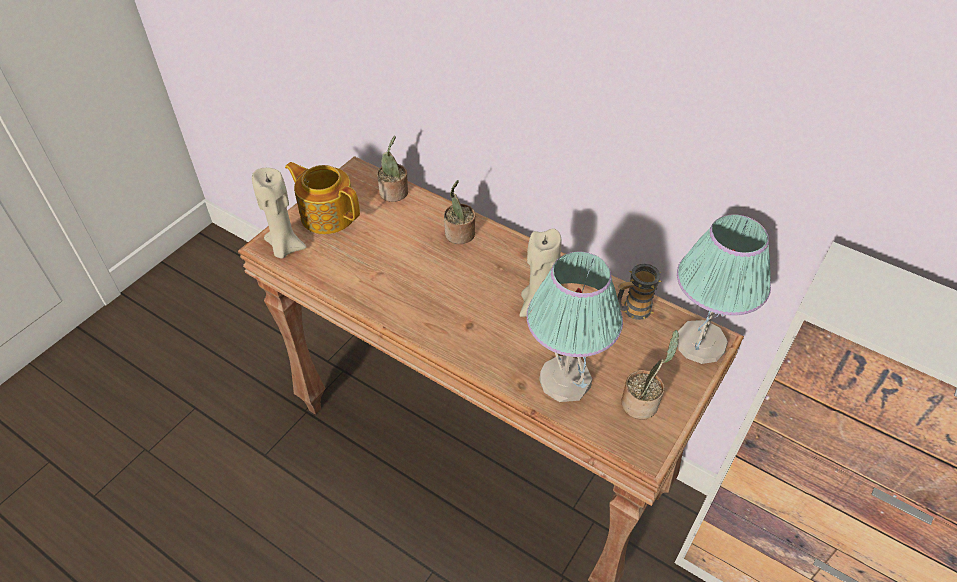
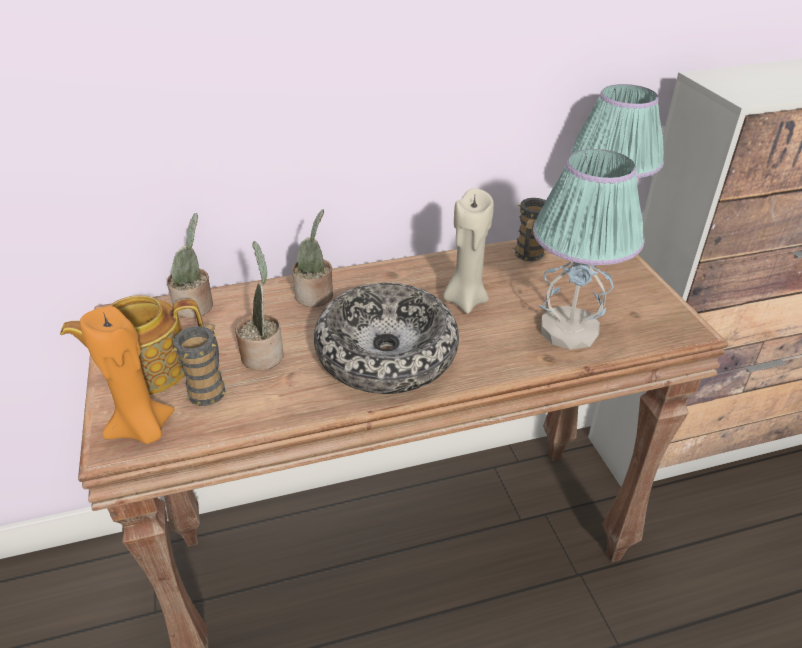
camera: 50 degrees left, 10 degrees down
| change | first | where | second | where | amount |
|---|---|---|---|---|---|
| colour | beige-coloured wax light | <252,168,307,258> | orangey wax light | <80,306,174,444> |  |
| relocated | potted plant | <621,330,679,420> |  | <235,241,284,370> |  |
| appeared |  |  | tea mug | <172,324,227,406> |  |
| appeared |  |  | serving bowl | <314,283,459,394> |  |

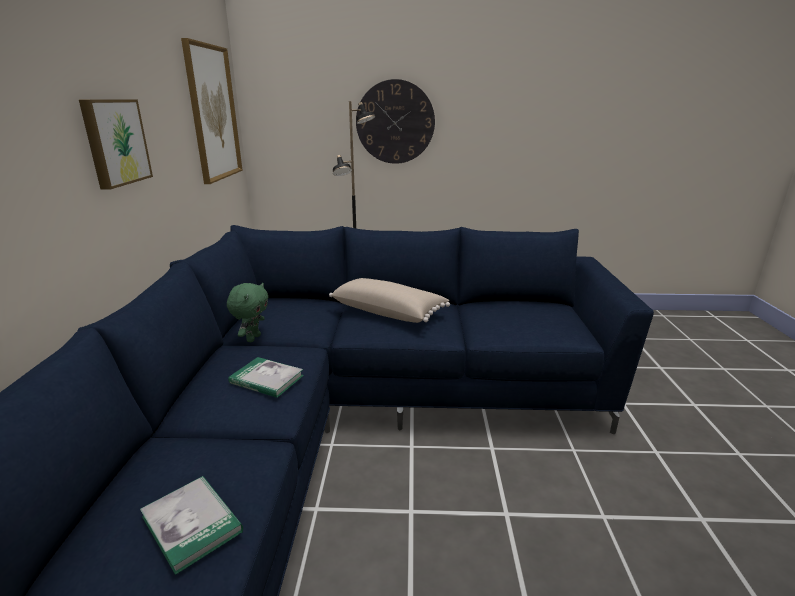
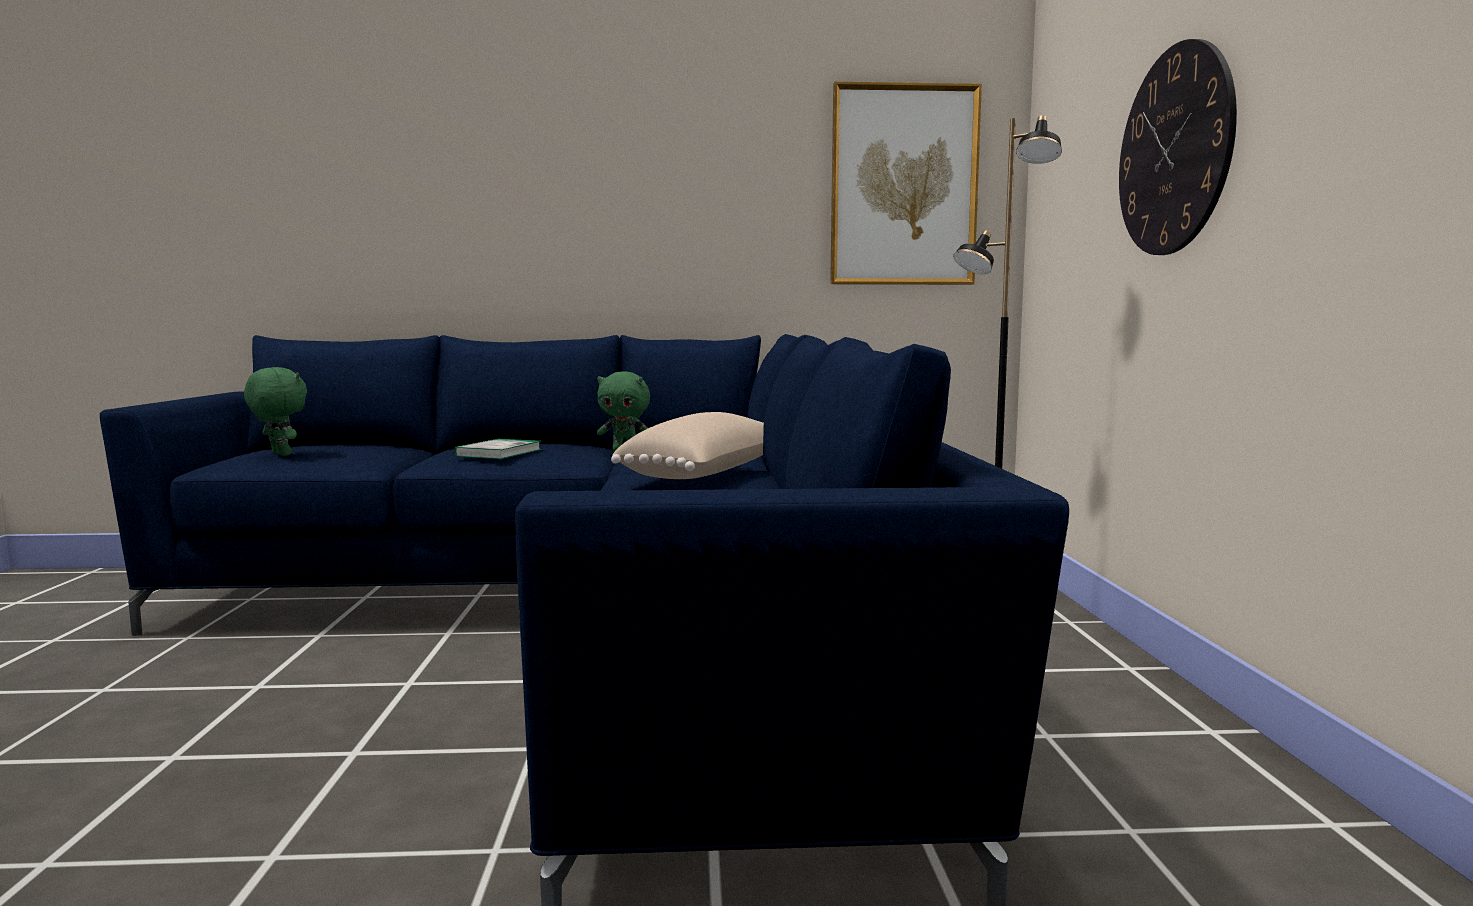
camera: 85 degrees right, 15 degrees down
| change | first | where | second | where | amount |
|---|---|---|---|---|---|
| missing | picture | <79,99,153,190> |  |  |  |
| exchanged | volume | <140,476,243,575> | green-coloured soft toy | <244,367,307,456> |  |

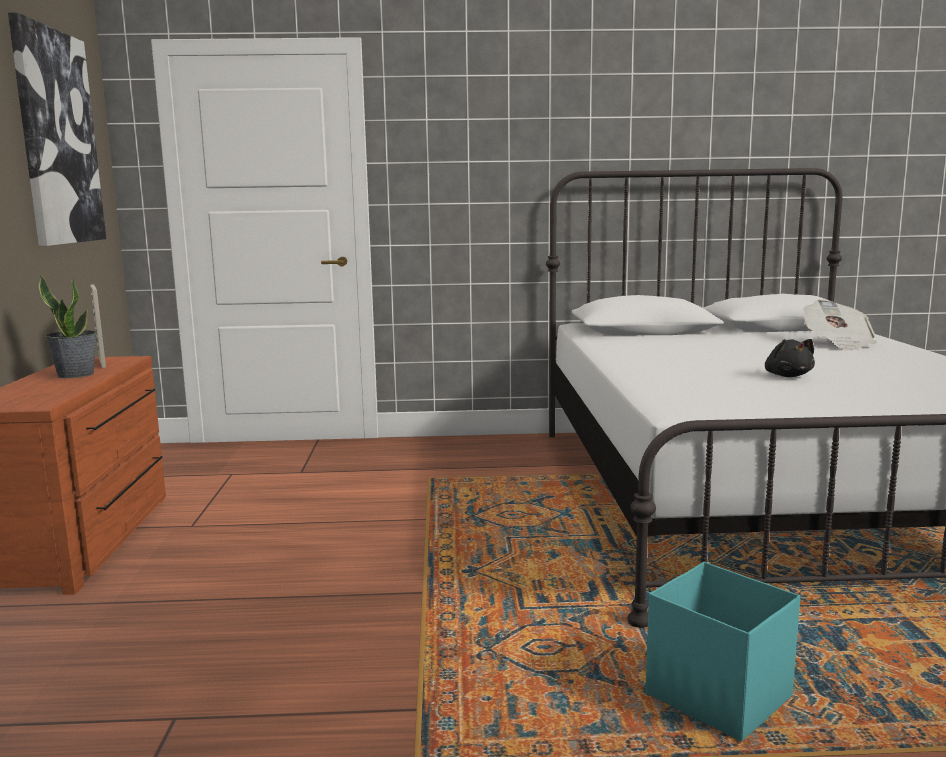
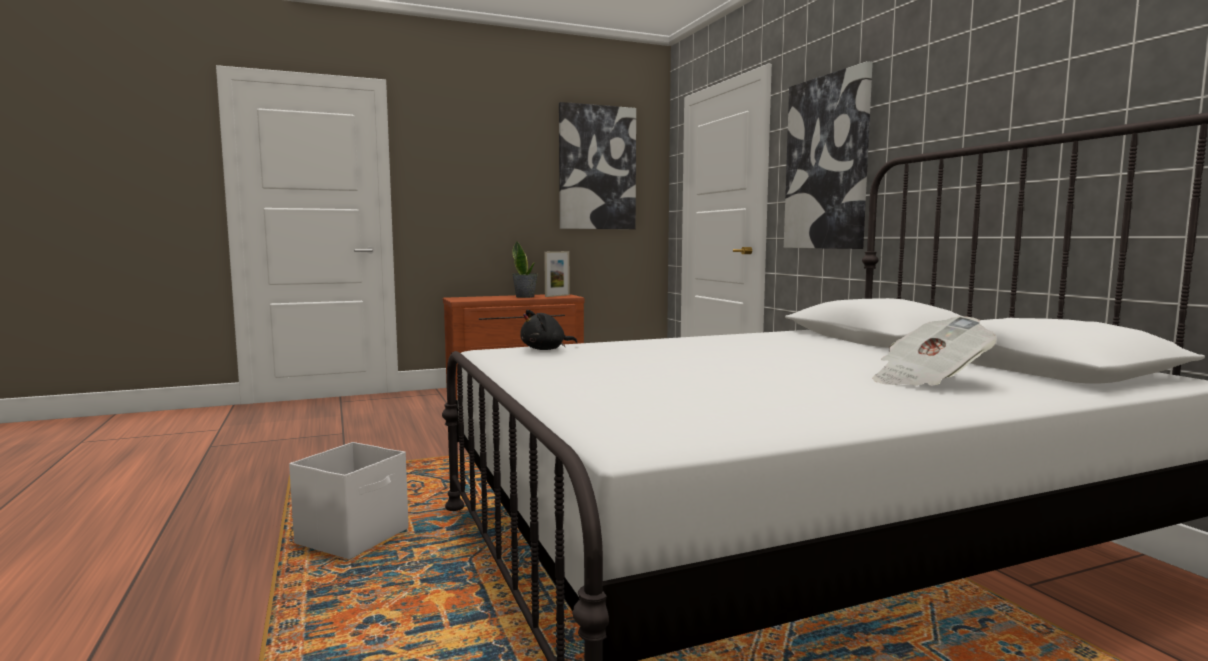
camera: 70 degrees right, 5 degrees down
| change | first | where | second | where | amount |
|---|---|---|---|---|---|
| colour | turquoise-coloured storage box | <646,562,800,741> | white storage box | <289,442,409,559> |  |
| relocated | black-coloured soft toy | <765,339,815,377> |  | <520,310,577,350> |  |
| appeared |  |  | picture | <784,61,873,249> |  |

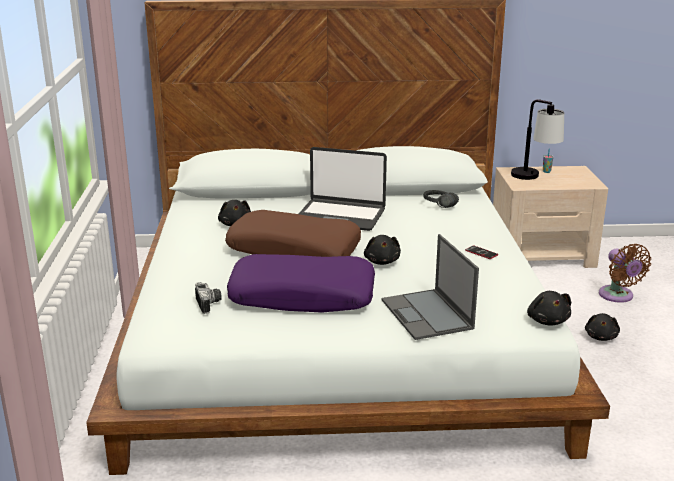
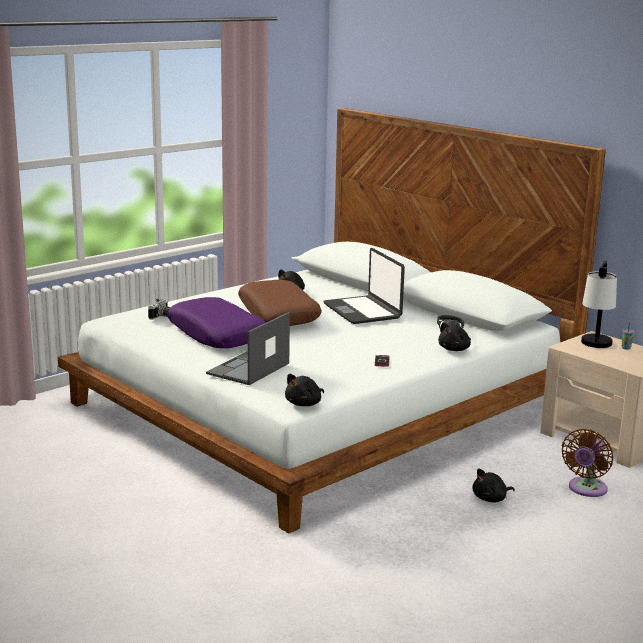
camera: 50 degrees right, 5 degrees down
| change | first | where | second | where | amount |
|---|---|---|---|---|---|
| relocated | black-coloured soft toy | <364,235,401,265> |  | <438,322,471,351> |  |

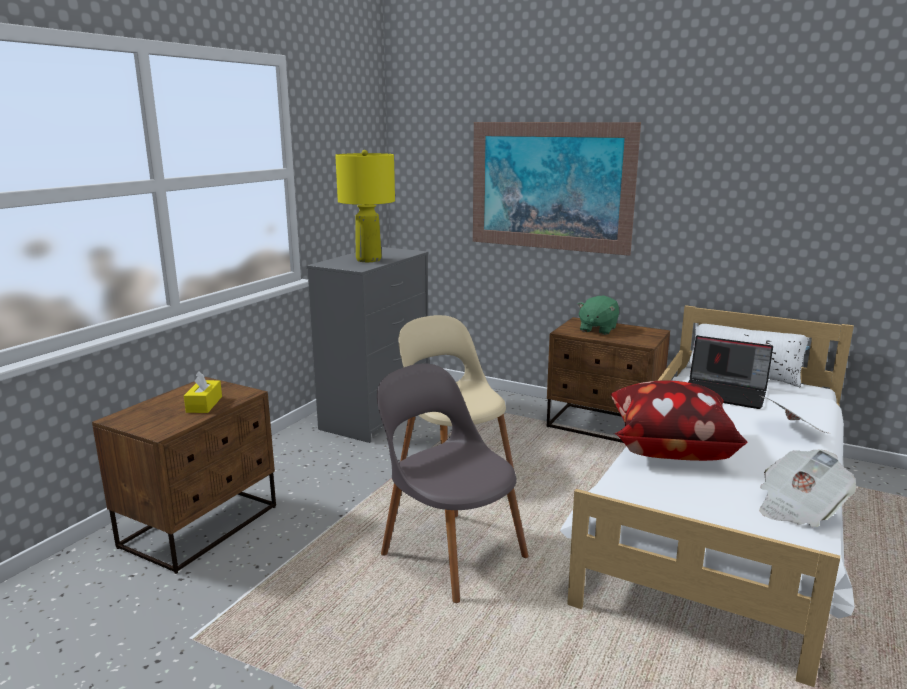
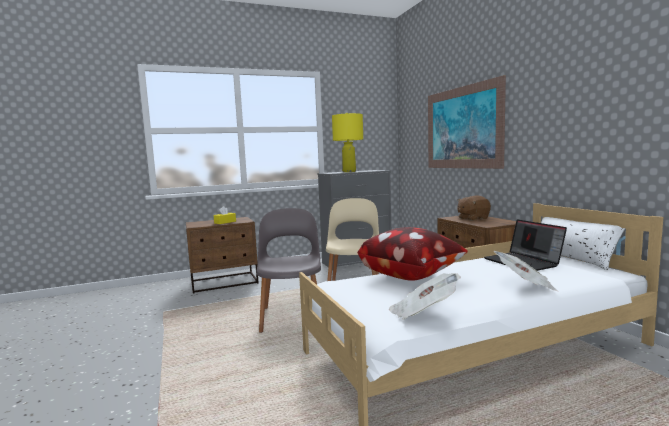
camera: 40 degrees right, 10 degrees down
| change | first | where | second | where | amount |
|---|---|---|---|---|---|
| colour | green-coloured soft toy | <577,296,619,335> | brownish soft toy | <457,196,491,221> |  |

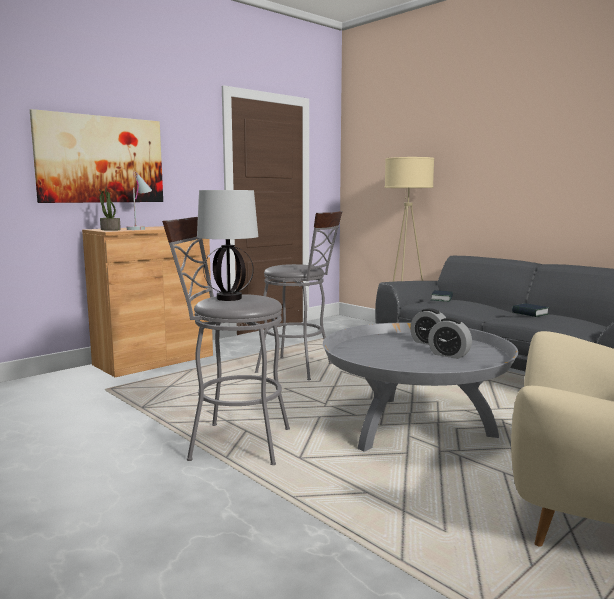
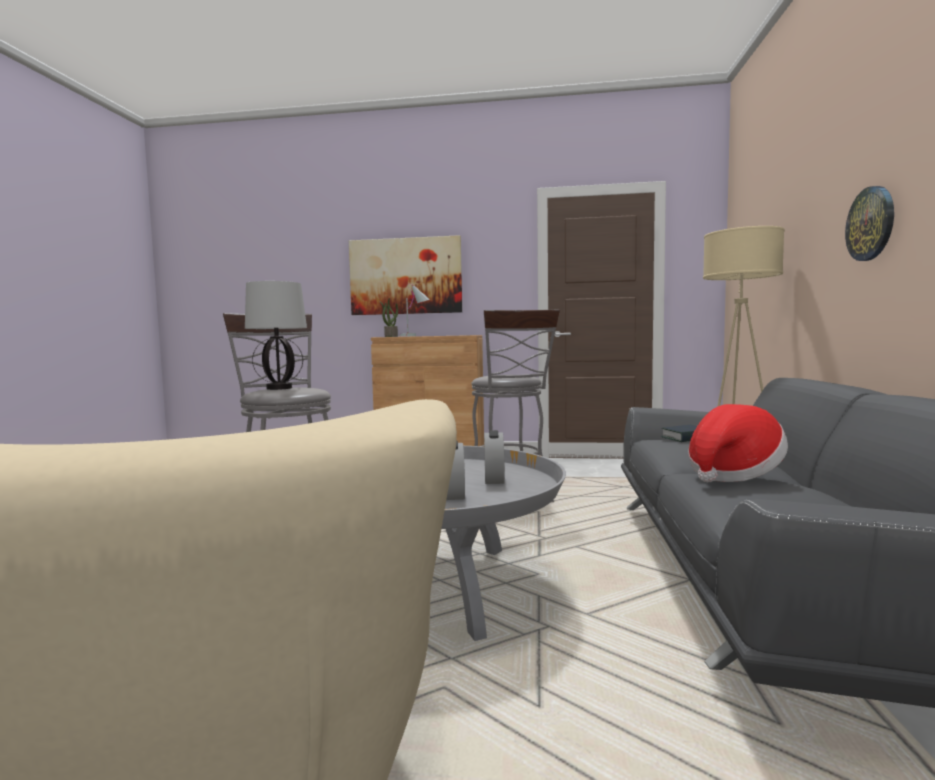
camera: 50 degrees right, 5 degrees down
| change | first | where | second | where | amount |
|---|---|---|---|---|---|
| exchanged | volume | <512,303,549,317> | wearable hat | <688,404,788,482> |  |
| appeared |  |  | clock on the wall | <845,186,894,261> |  |

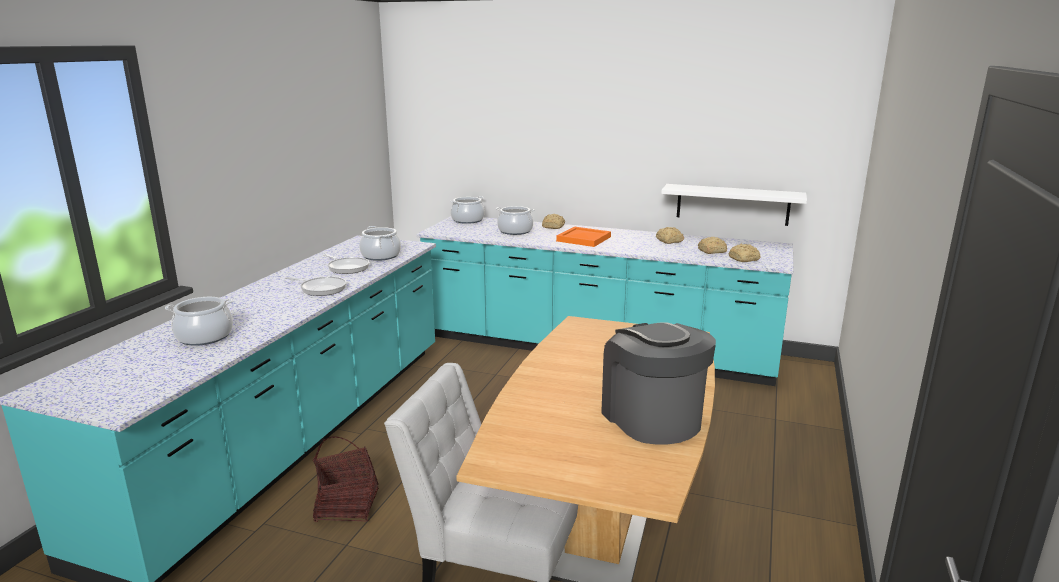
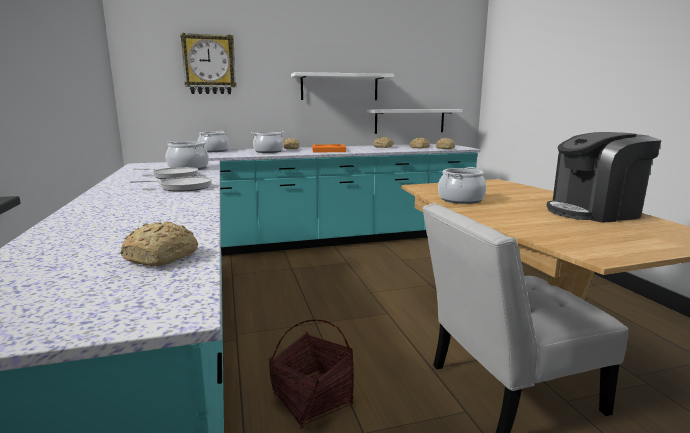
camera: 35 degrees left, 5 degrees down
| change | first | where | second | where | amount |
|---|---|---|---|---|---|
| relocated | cooking pot | <165,297,233,346> |  | <438,167,486,204> |  |
| spun | coffee maker | <601,322,716,445> |  | <547,132,661,223> | 45 degrees counterclockwise |
| appeared |  |  | bread | <121,222,198,266> |  |
| appeared |  |  | clock on the wall | <180,33,236,94> |  |
| appeared |  |  | white bracket shelf | <291,72,394,100> |  |

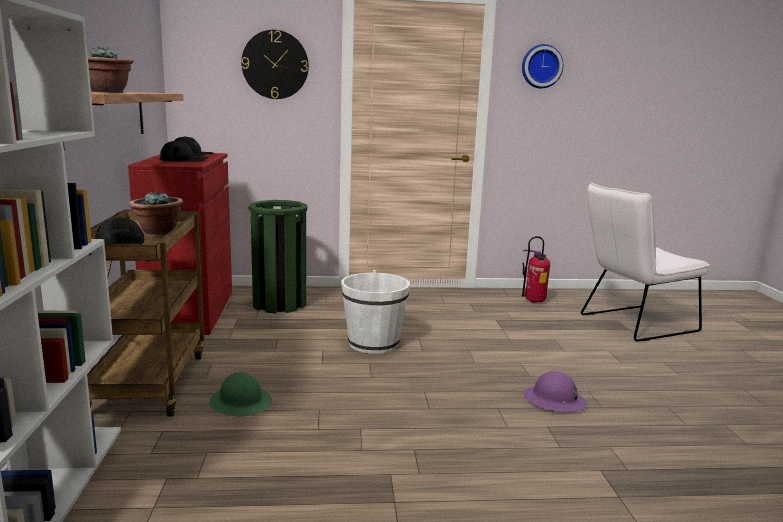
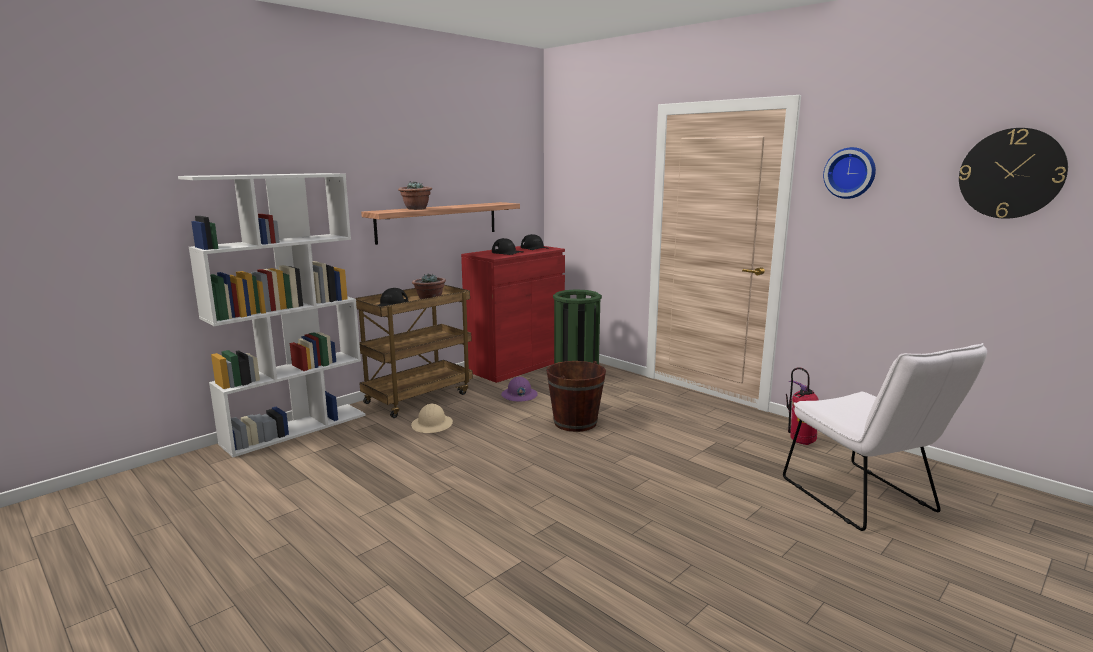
camera: 50 degrees right, 0 degrees up
| change | first | where | second | where | amount |
|---|---|---|---|---|---|
| colour | green-coloured safety helmet | <210,372,272,417> | beige-coloured safety helmet | <411,404,453,433> |  |
| relocated | clock on the wall | <241,30,309,99> |  | <959,128,1068,219> |  |
| colour | white pail | <341,270,410,354> | brownish pail | <546,361,606,432> |  |
| relocated | purple-coloured safety helmet | <524,371,587,413> |  | <501,376,538,402> |  |
| spun | white upright chair | <581,182,710,342> |  | <783,343,987,531> | 135 degrees counterclockwise |

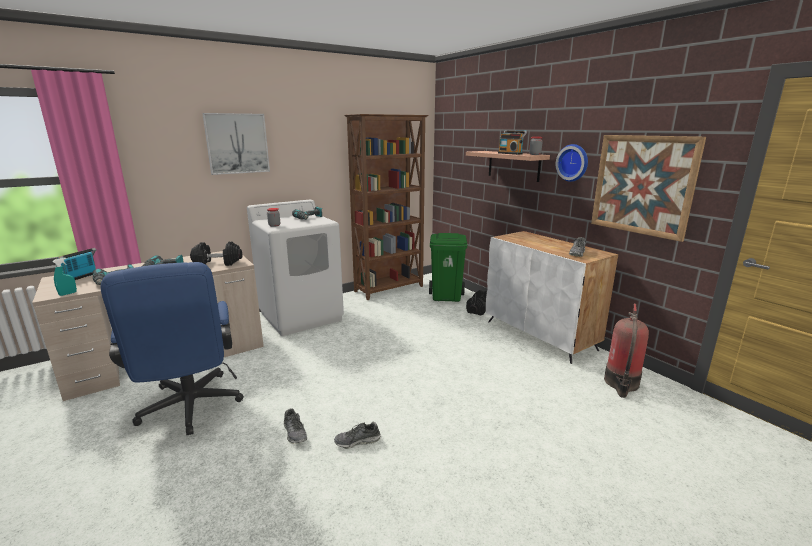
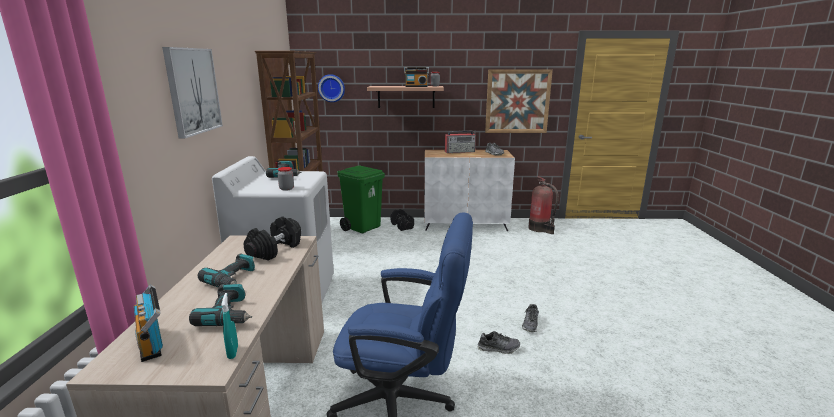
camera: 55 degrees left, 0 degrees up
| change | first | where | second | where | amount |
|---|---|---|---|---|---|
| relocated | clock on the wall | <556,144,588,182> |  | <318,74,345,102> |  |
| appeared |  |  | radio set | <445,131,476,153> |  |

